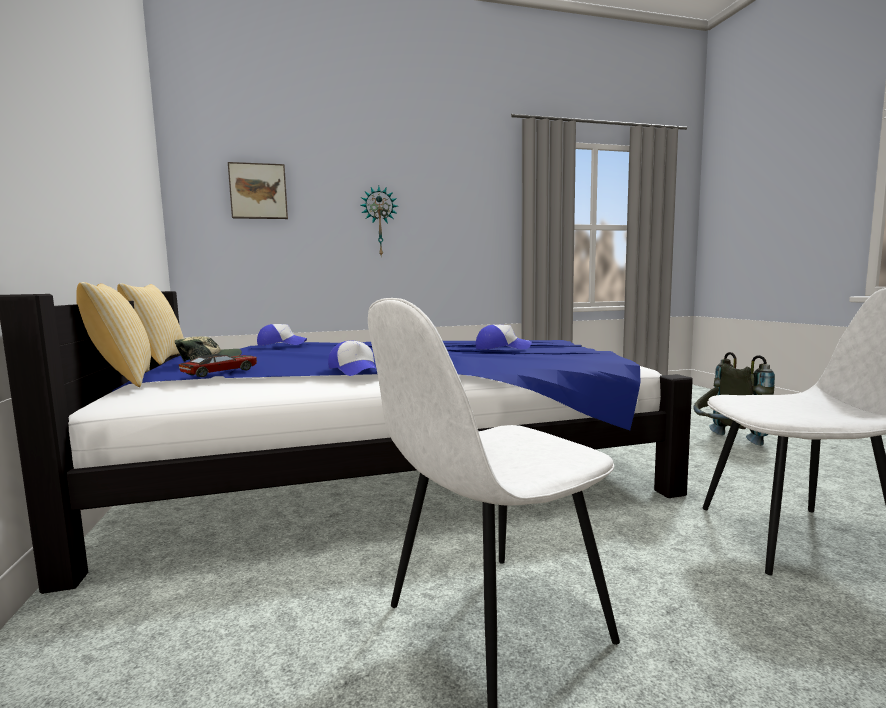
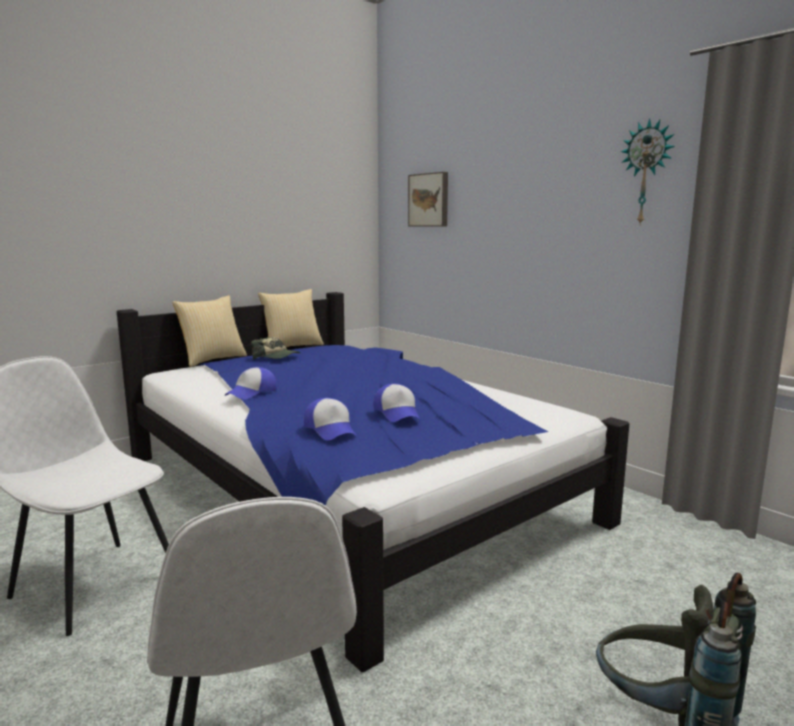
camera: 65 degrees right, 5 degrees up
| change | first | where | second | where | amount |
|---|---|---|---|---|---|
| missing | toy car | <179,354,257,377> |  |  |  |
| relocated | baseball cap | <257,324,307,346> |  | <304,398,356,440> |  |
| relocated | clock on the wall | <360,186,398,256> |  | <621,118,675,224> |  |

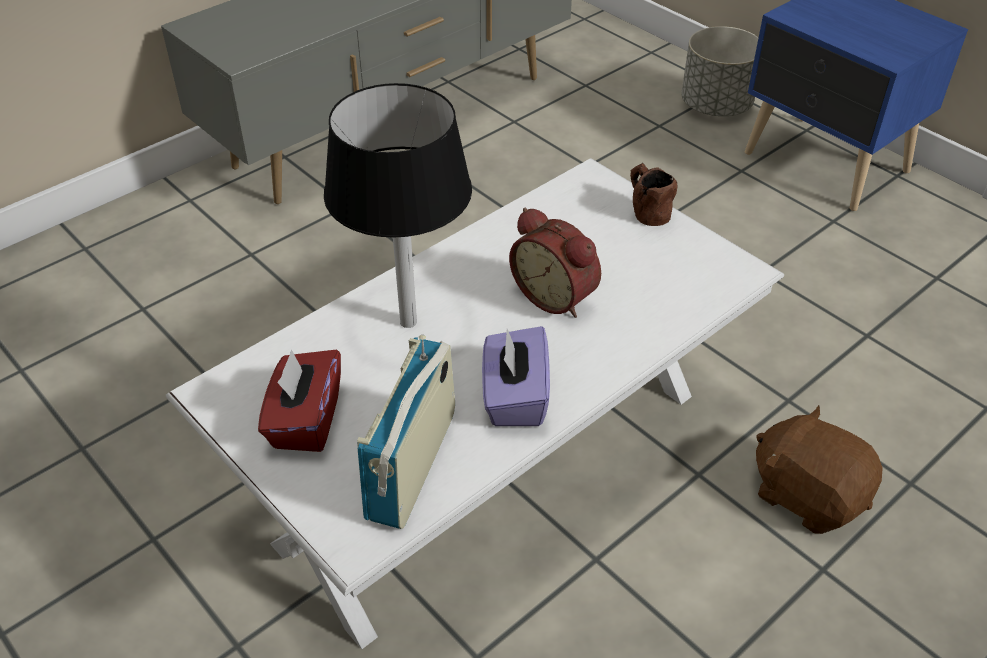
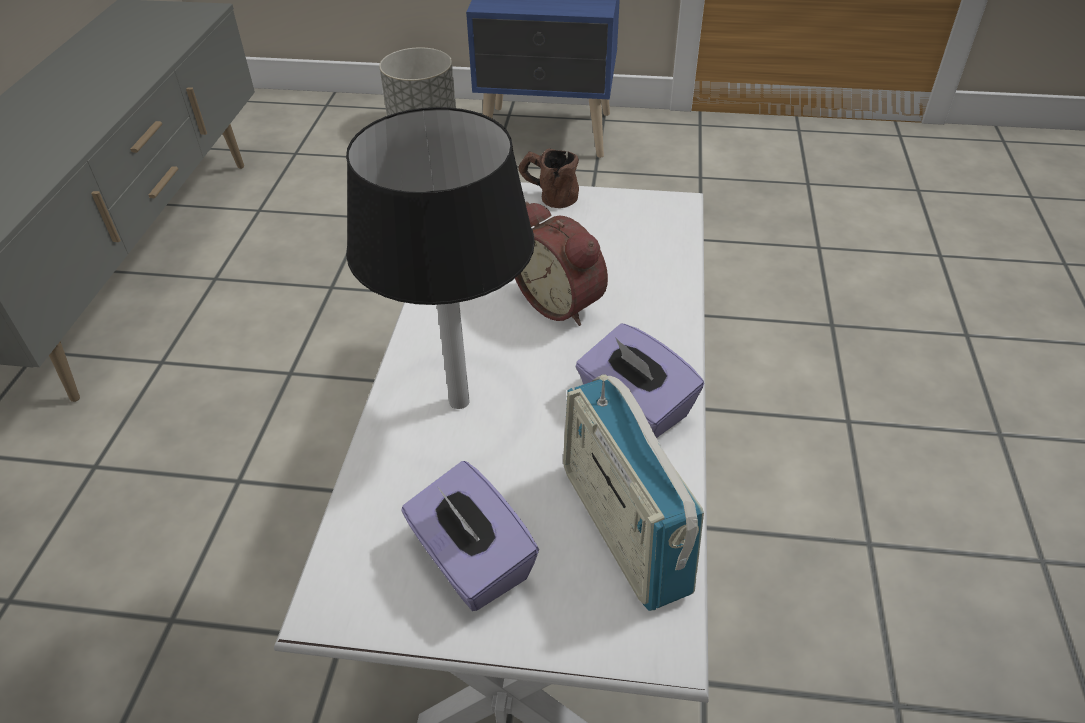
camera: 40 degrees left, 0 degrees up
| change | first | where | second | where | amount |
|---|---|---|---|---|---|
| colour | reddish tissue holder | <258,350,341,452> | purple-coloured tissue holder | <401,461,539,611> |  |
| spun | bedside clock | <509,208,601,318> |  | <515,201,608,326> | 45 degrees clockwise |
| missing | brownish soft toy | <756,405,883,534> |  |  |  |

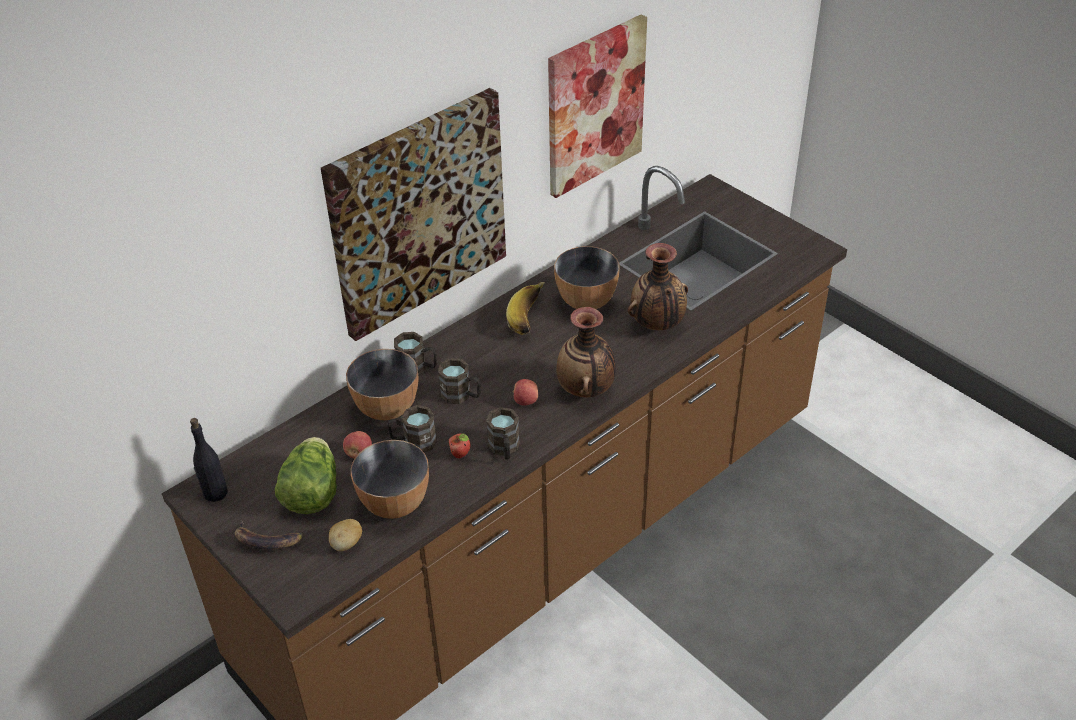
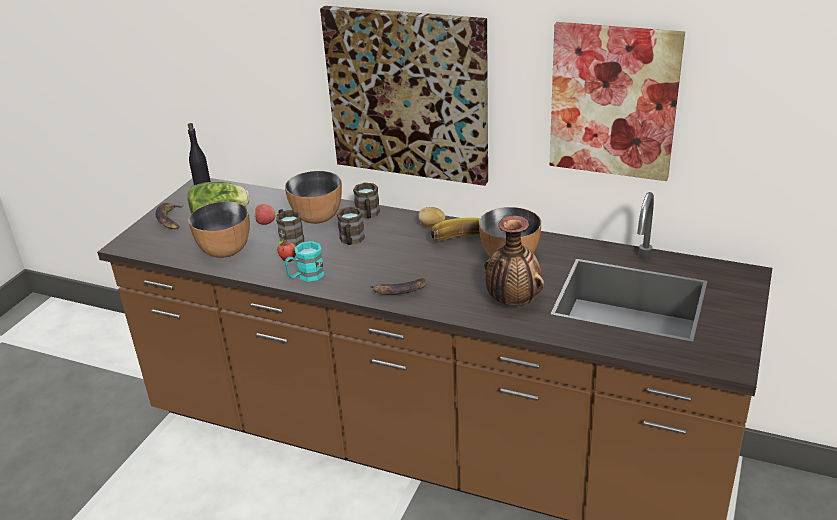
camera: 65 degrees right, 10 degrees down
| change | first | where | second | where | amount |
|---|---|---|---|---|---|
| relocated | whole potato | <329,519,362,551> |  | <418,207,445,227> |  |
| colour | brownish tea mug | <486,407,520,460> | turquoise-coloured tea mug | <285,241,325,282> |  |
| missing | apple fruit | <513,379,538,406> |  |  |  |
| exchanged | decorative vase | <556,307,616,397> | whole banana | <370,278,427,295> |  |

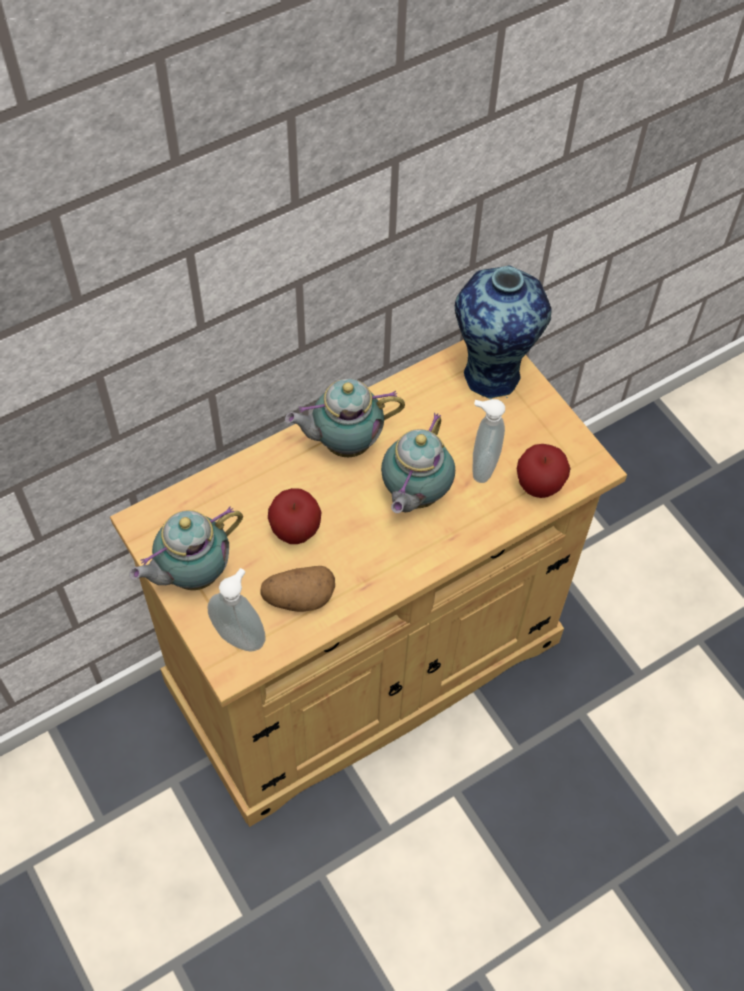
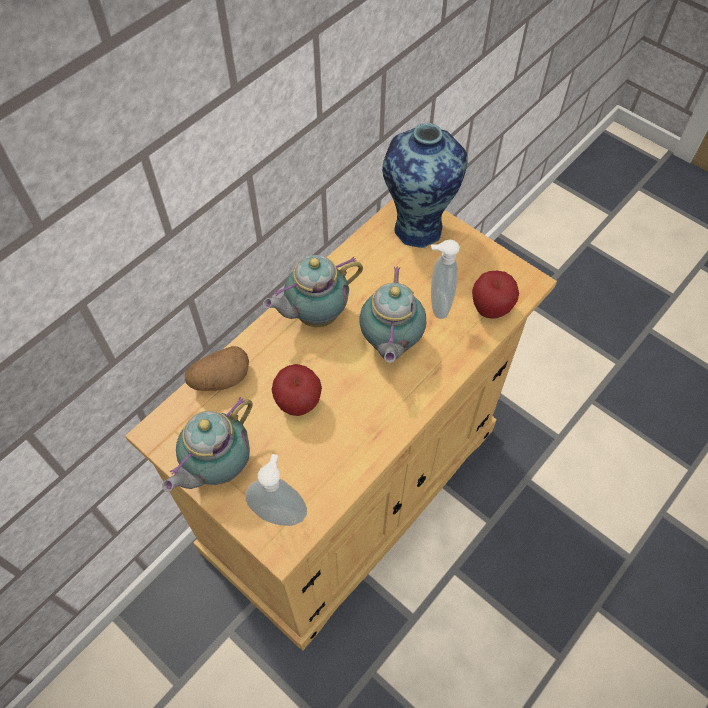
camera: 15 degrees left, 0 degrees up
| change | first | where | second | where | amount |
|---|---|---|---|---|---|
| relocated | whole potato | <260,566,335,612> |  | <185,346,249,391> |  |

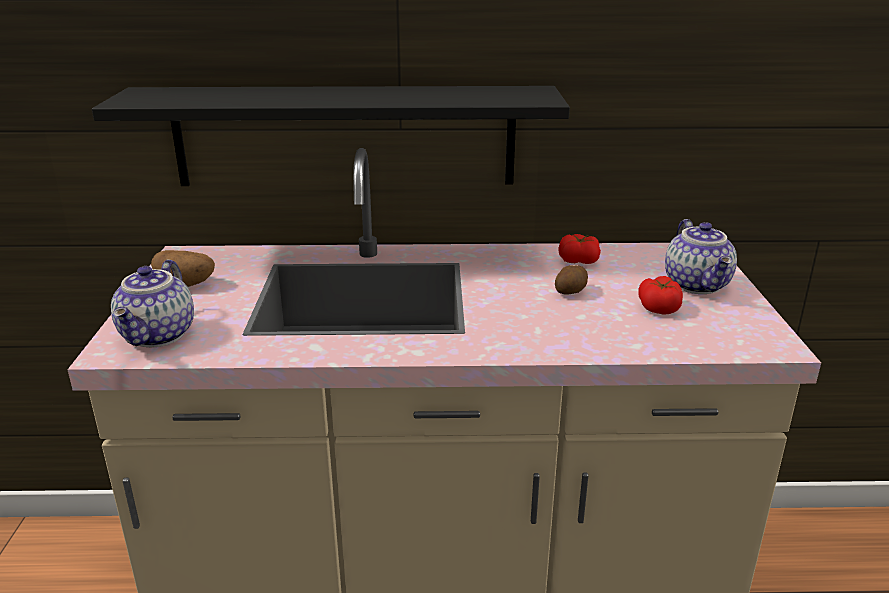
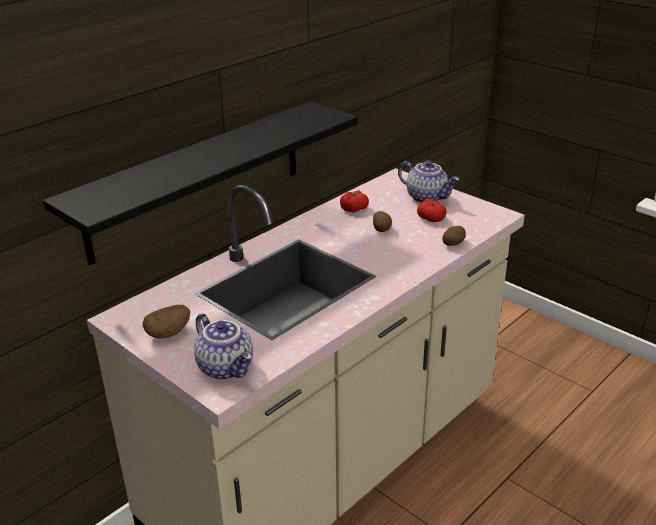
camera: 45 degrees left, 5 degrees up
| change | first | where | second | where | amount |
|---|---|---|---|---|---|
| appeared |  |  | whole potato | <442,226,466,246> |  |

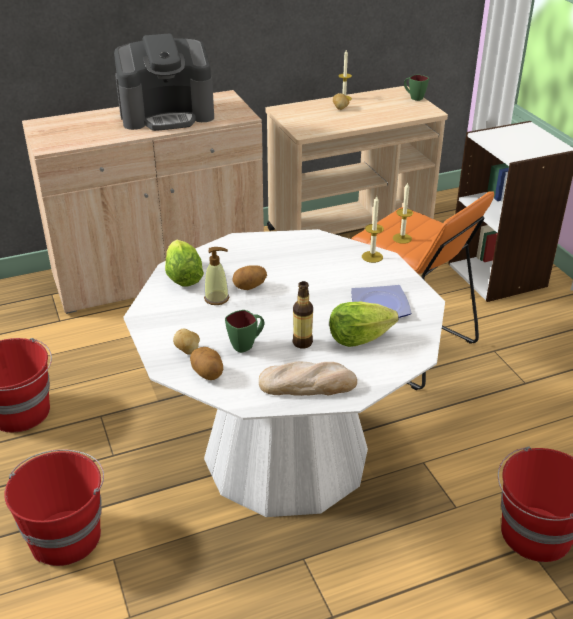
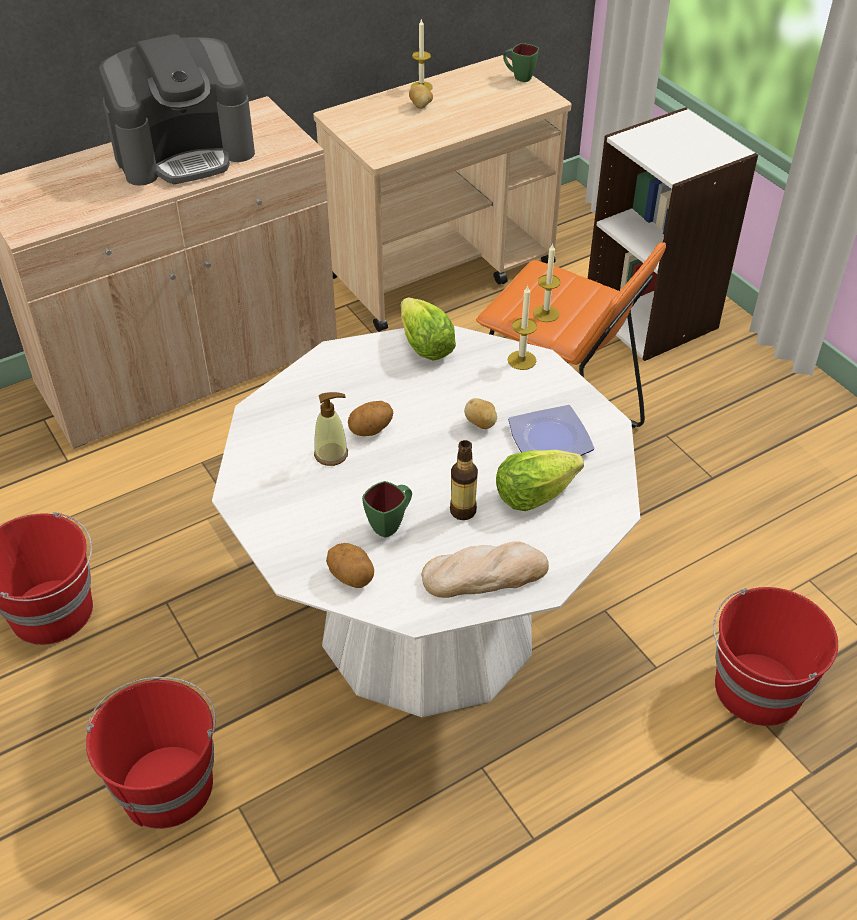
camera: 10 degrees left, 10 degrees up
| change | first | where | second | where | amount |
|---|---|---|---|---|---|
| relocated | lettuce head | <165,240,204,287> |  | <401,298,456,361> |  |
| relocated | whole potato | <173,329,200,355> |  | <464,398,497,429> |  |

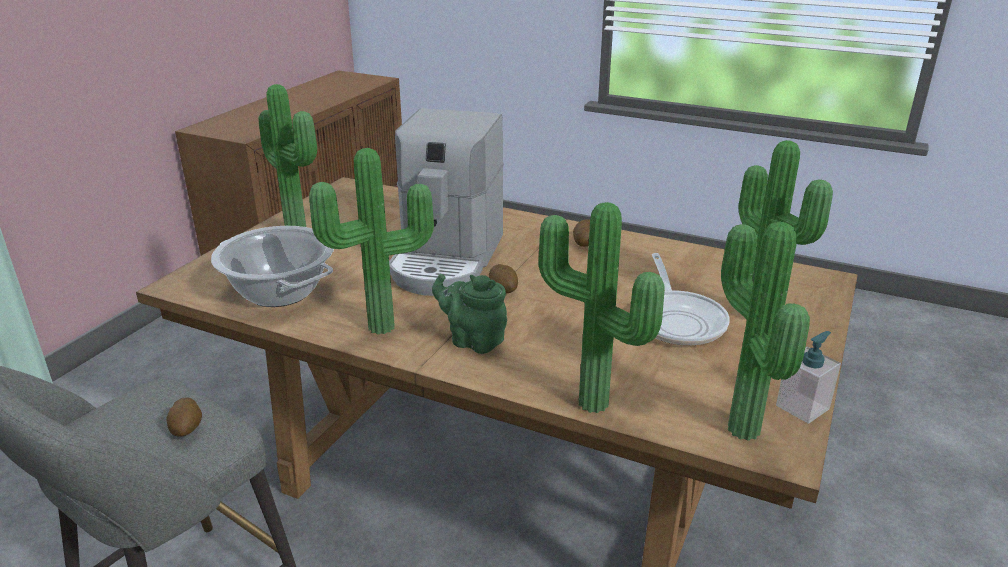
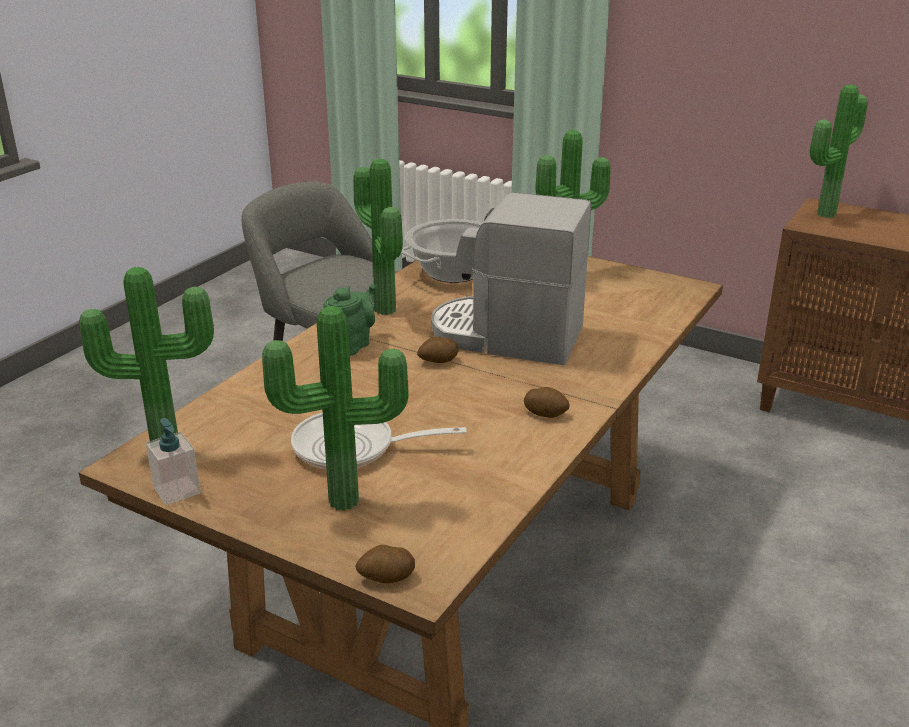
camera: 95 degrees right, 0 degrees up
| change | first | where | second | where | amount |
|---|---|---|---|---|---|
| relocated | whole potato | <167,397,202,437> |  | <355,545,415,583> |  |
| relocated | potted plant | <538,202,664,413> |  | <810,84,868,218> |  |

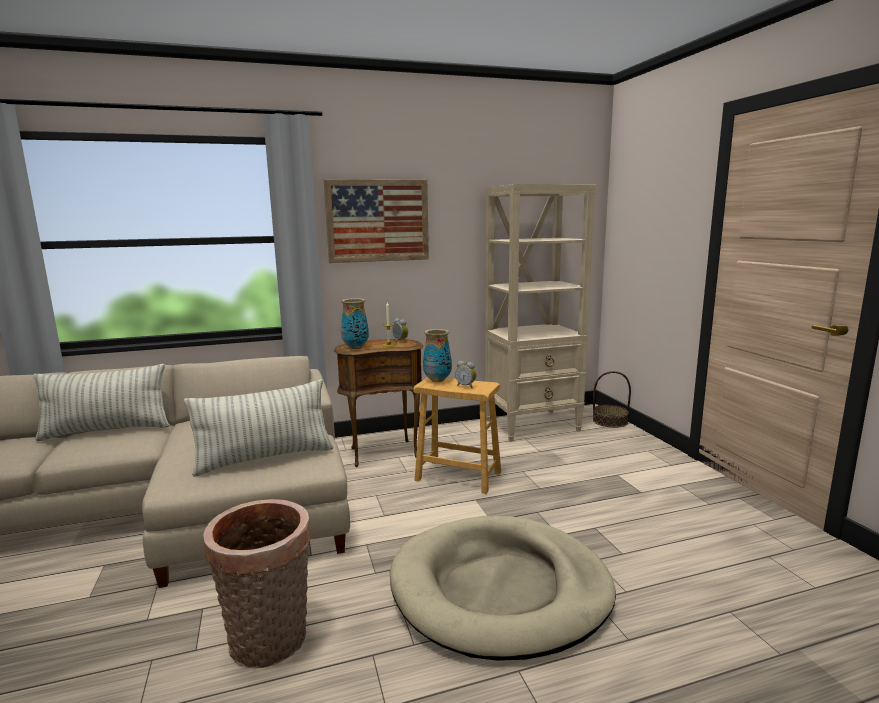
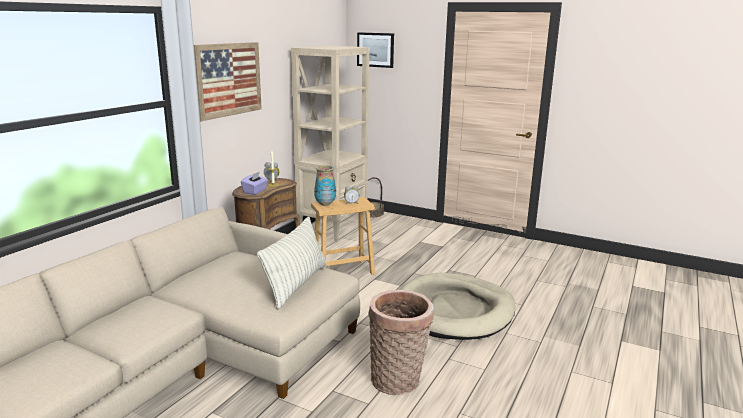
camera: 45 degrees left, 5 degrees up
| change | first | where | second | where | amount |
|---|---|---|---|---|---|
| missing | throw pillow | <33,364,170,441> |  |  |  |
| exchanged | decorative vase | <341,298,369,349> | purple-coloured tissue holder | <241,172,268,195> |  |
| appeared |  |  | picture | <357,32,394,68> |  |

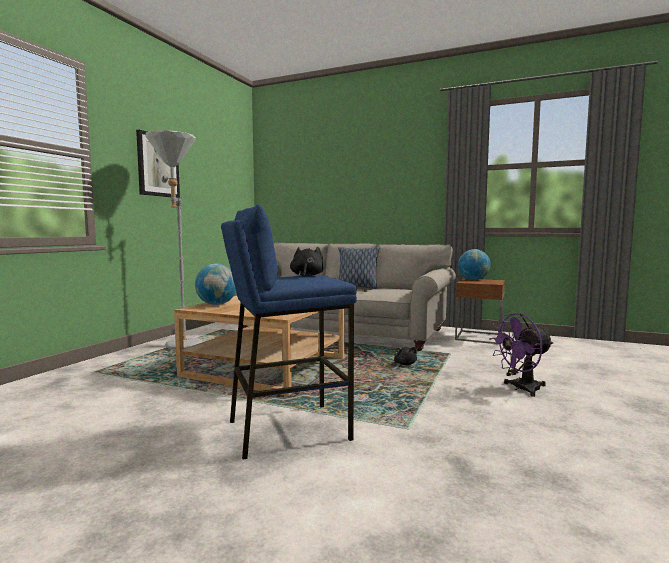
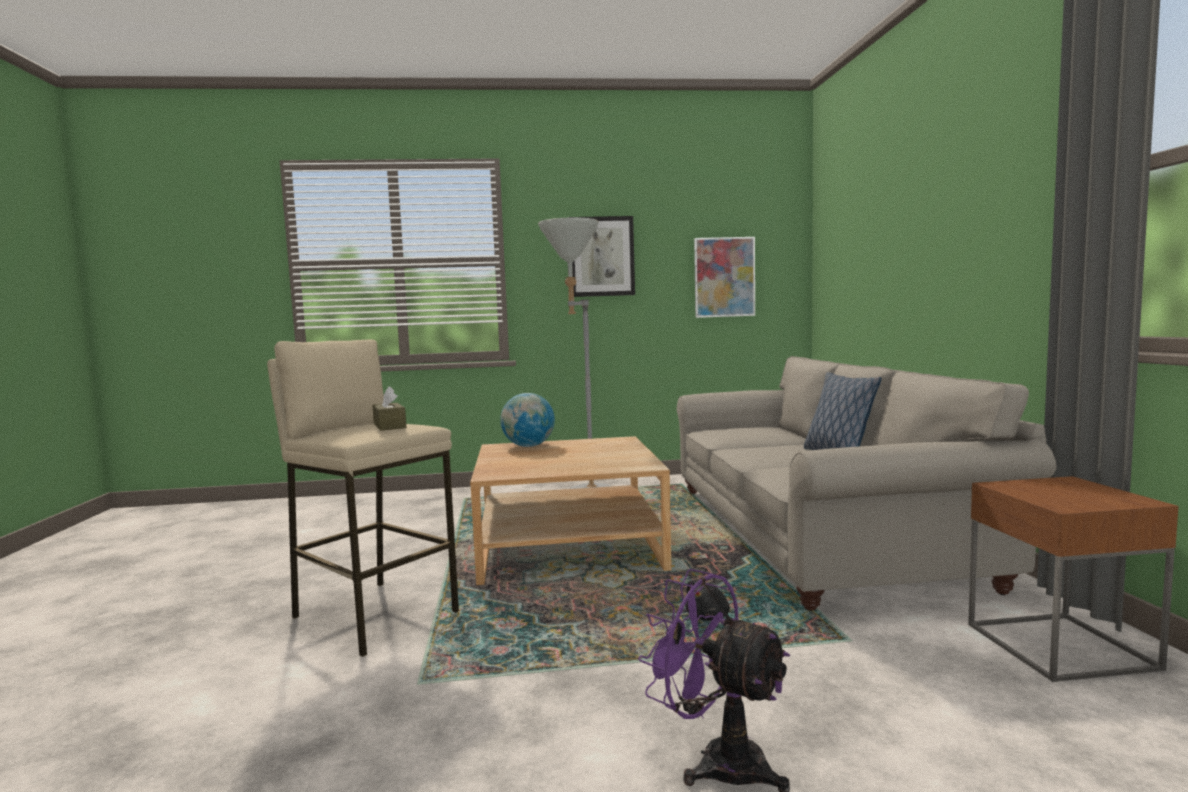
camera: 60 degrees right, 0 degrees up
| change | first | where | second | where | amount |
|---|---|---|---|---|---|
| colour | blue stool | <221,204,357,460> | beige-coloured stool | <267,339,459,657> |  |
| exchanged | black-coloured soft toy | <290,247,323,276> | brownish tissue holder | <372,386,406,431> |  |
| missing | world globe | <458,249,491,280> |  |  |  |
| appeared |  |  | picture | <694,237,755,318> |  |

